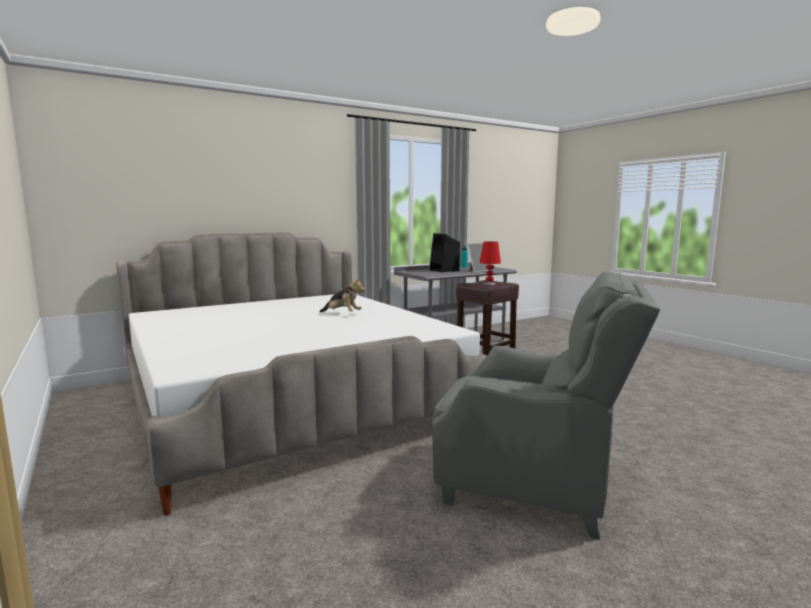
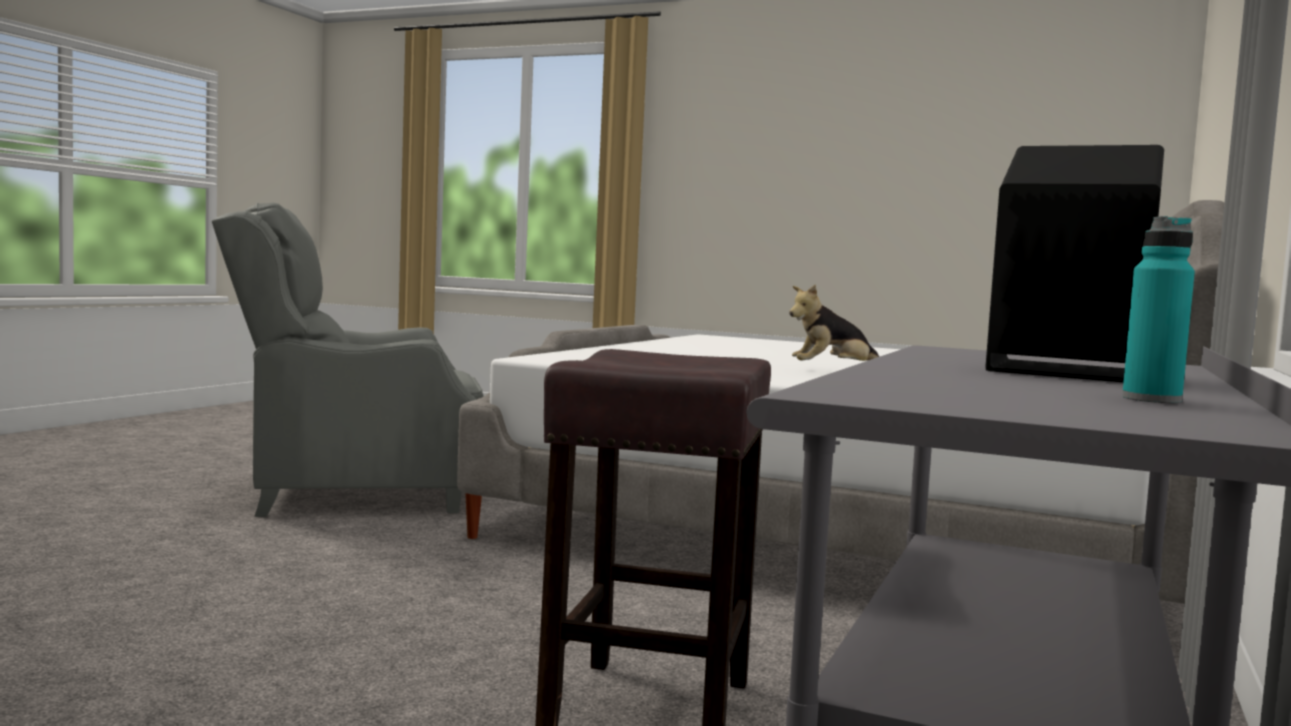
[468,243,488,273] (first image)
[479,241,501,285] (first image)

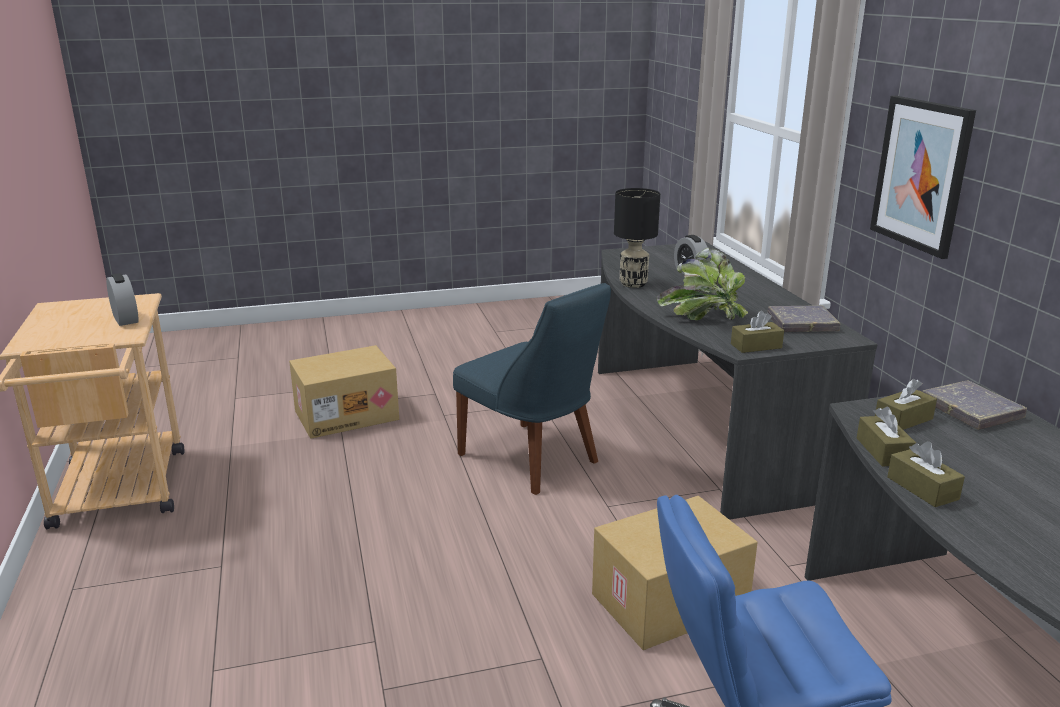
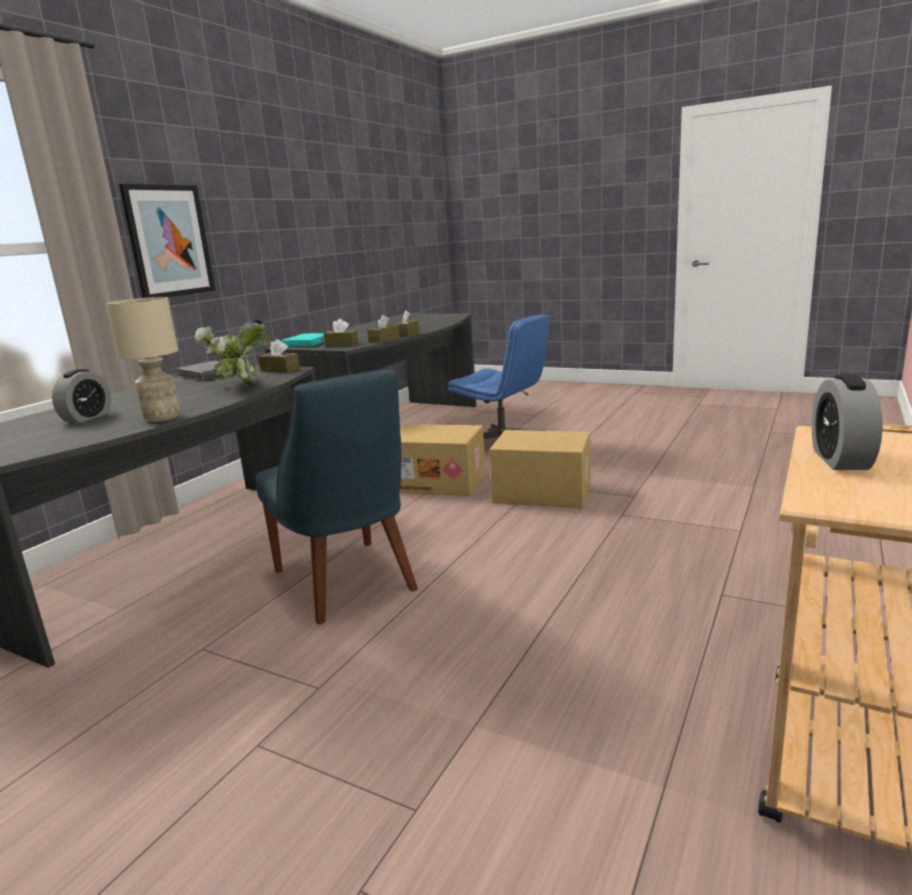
[106,297,180,422]
[256,369,418,624]
[281,333,324,347]
[489,430,591,508]

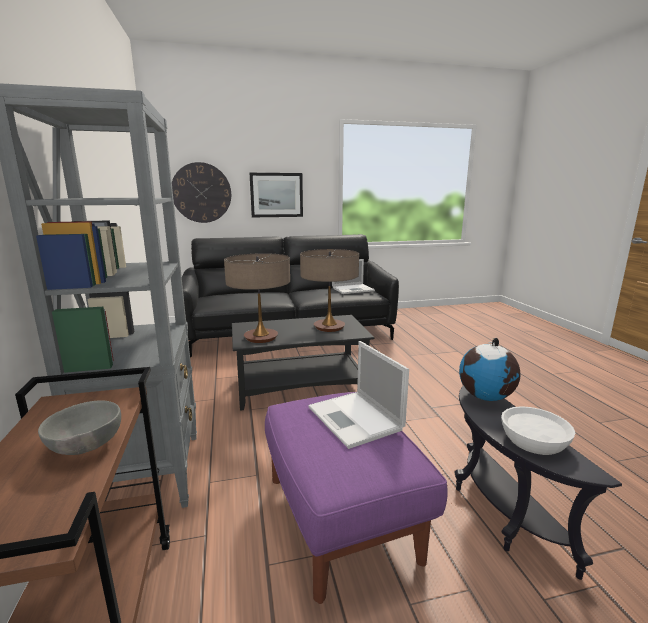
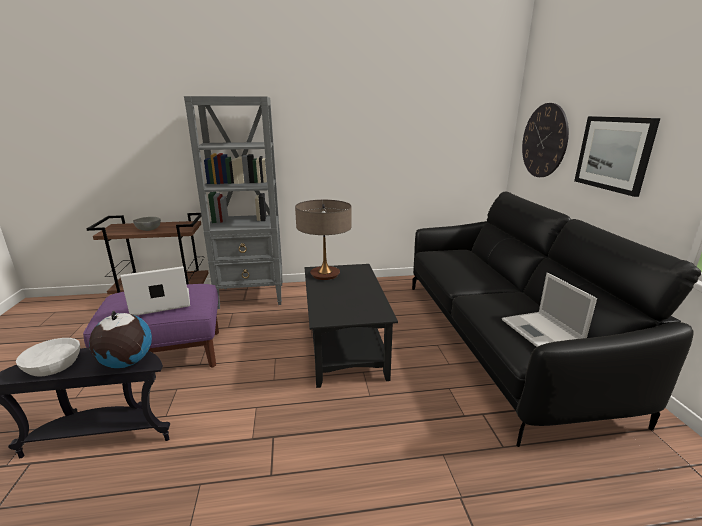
[300,249,359,332] (first image)

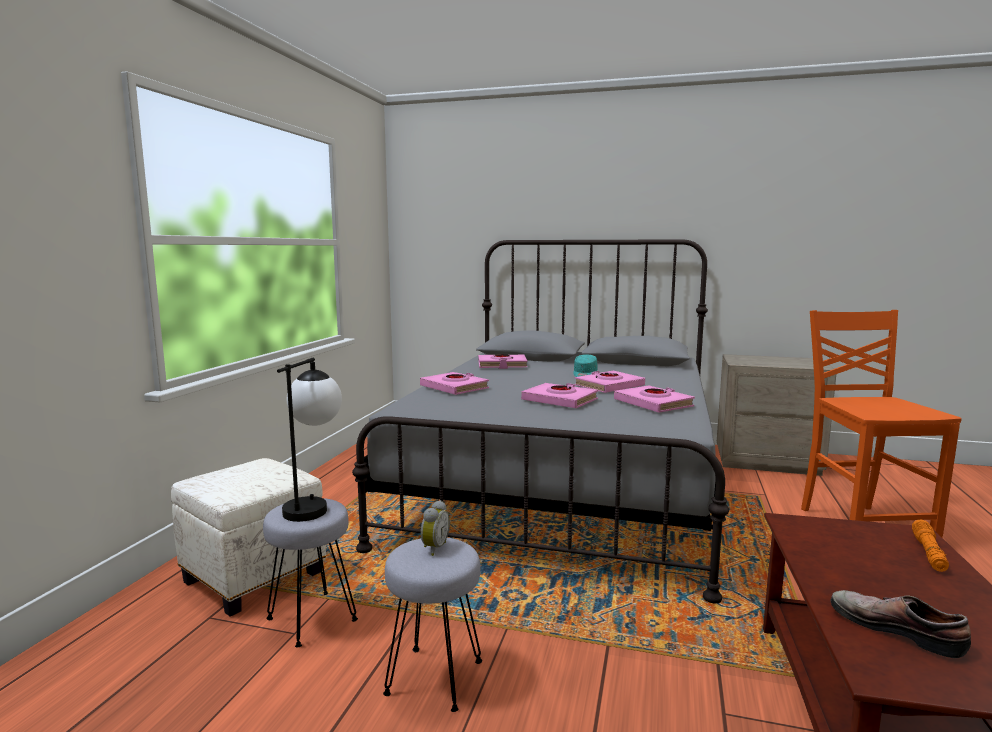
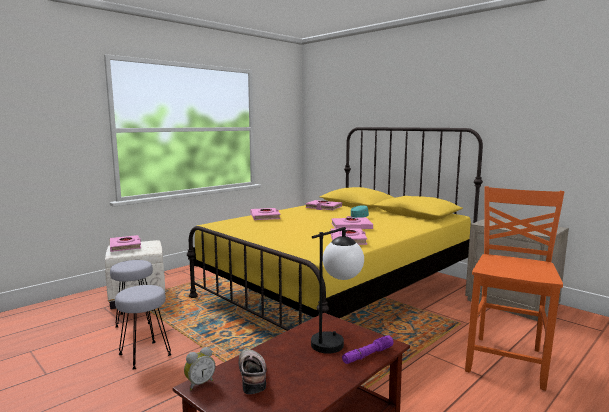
[110,235,141,252]
[184,347,215,390]
[187,127,483,331]
[311,227,364,354]
[342,335,394,364]

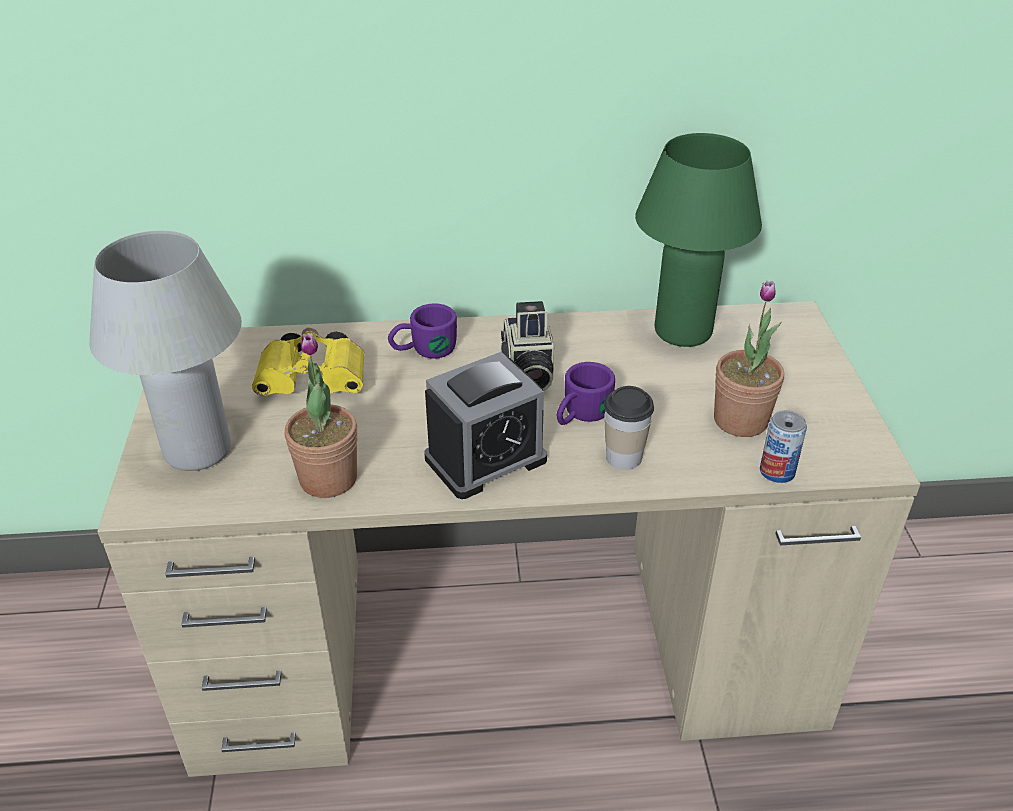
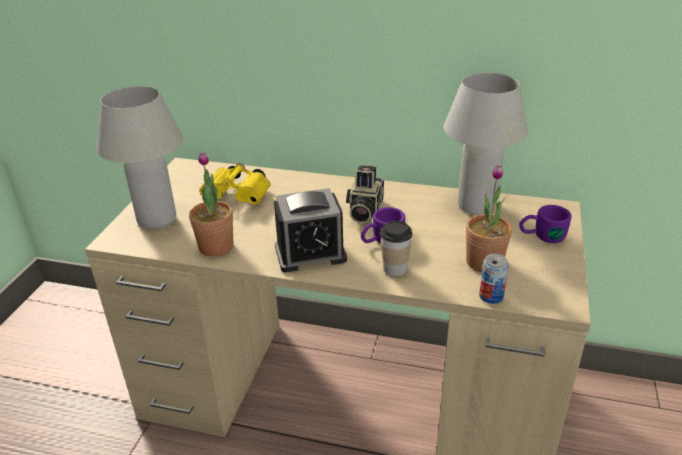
[444,72,528,215]
[519,205,572,243]

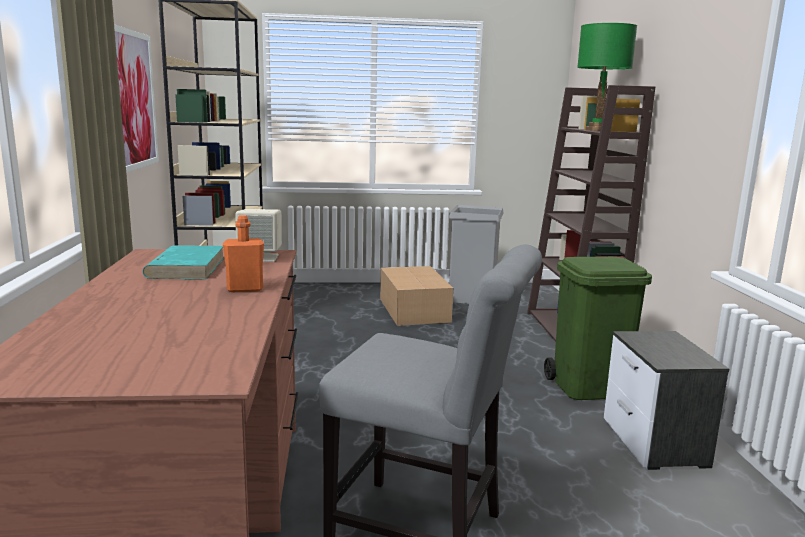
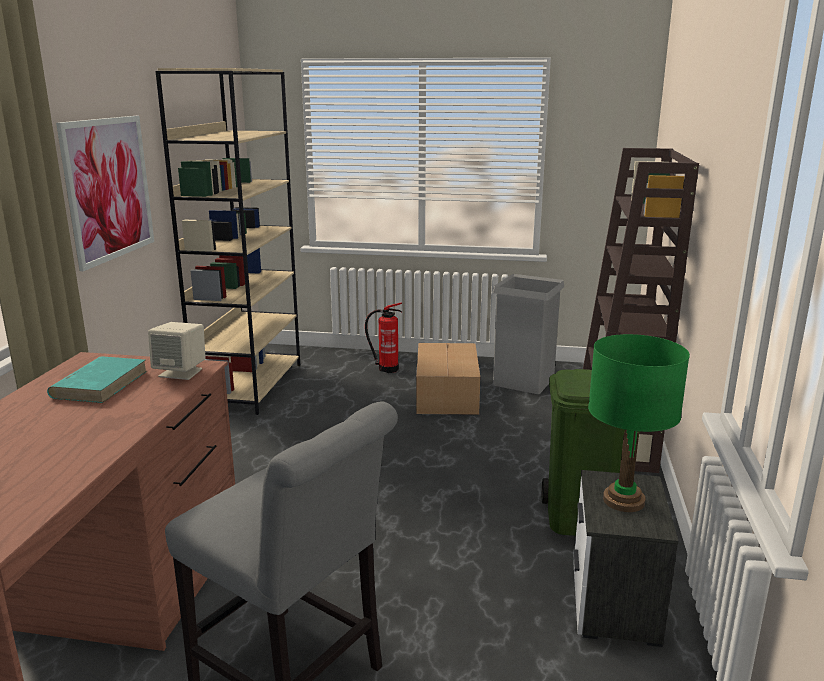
[365,303,402,373]
[588,334,690,512]
[223,215,264,292] (first image)

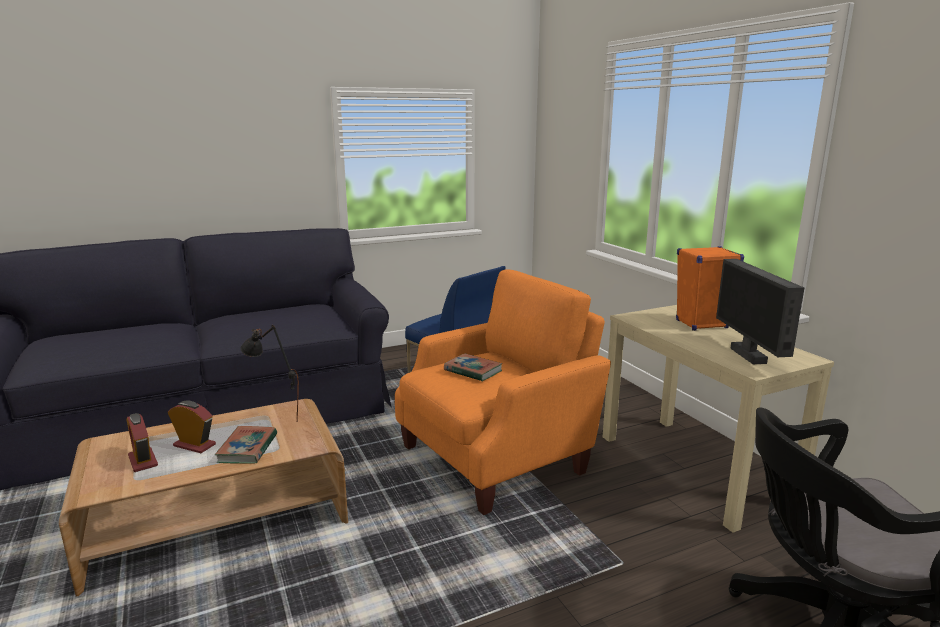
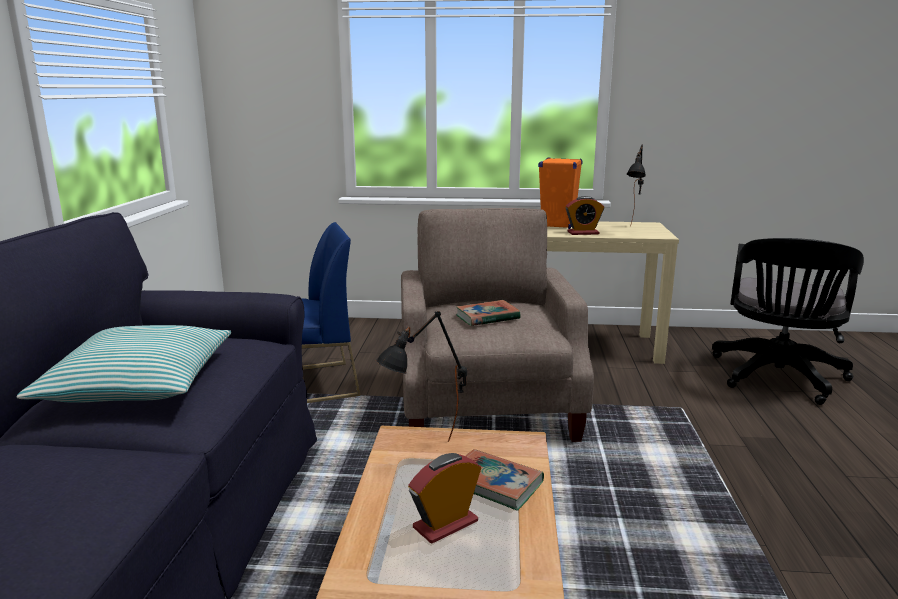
[16,325,231,403]
[401,208,594,442]
[566,196,604,235]
[627,144,646,227]

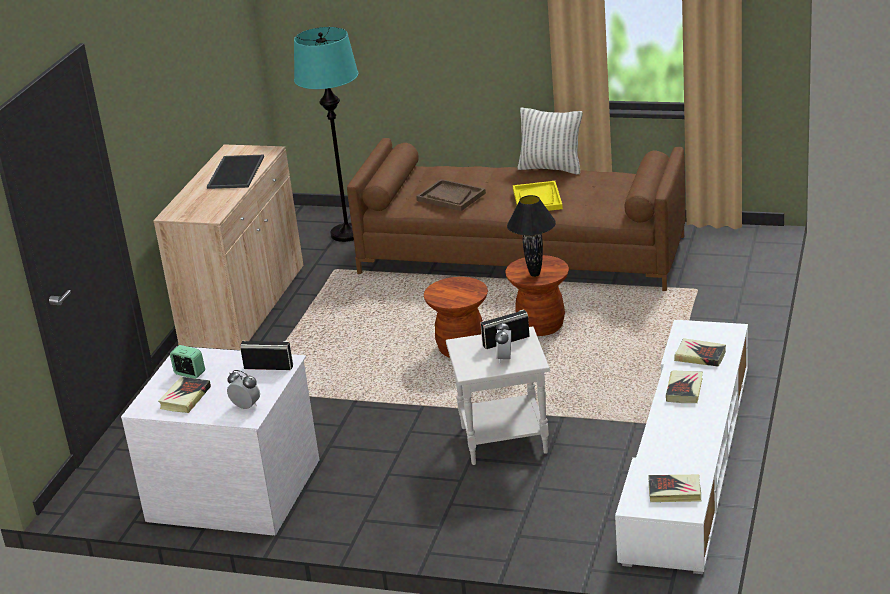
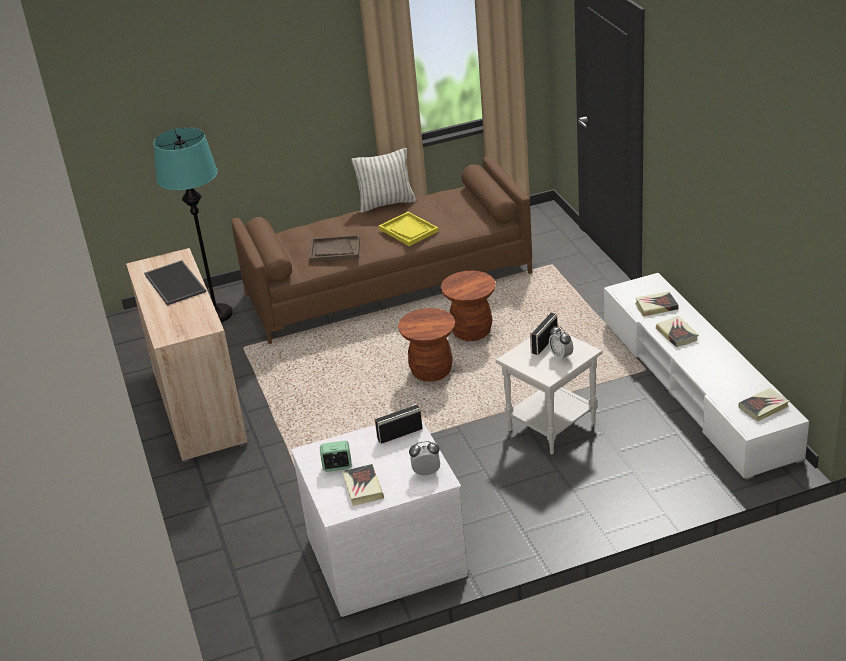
[507,195,556,277] (first image)

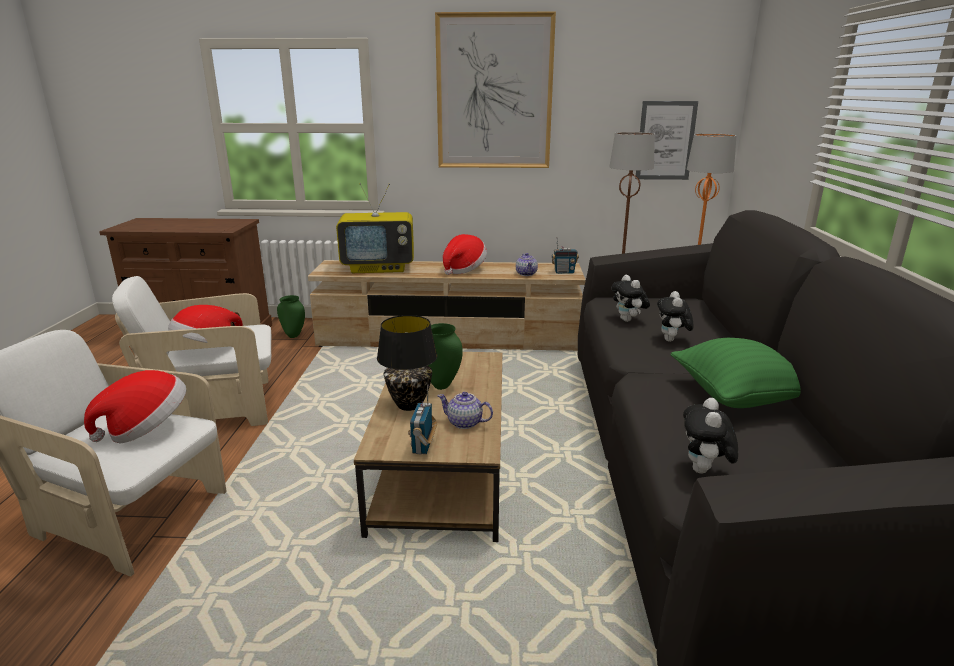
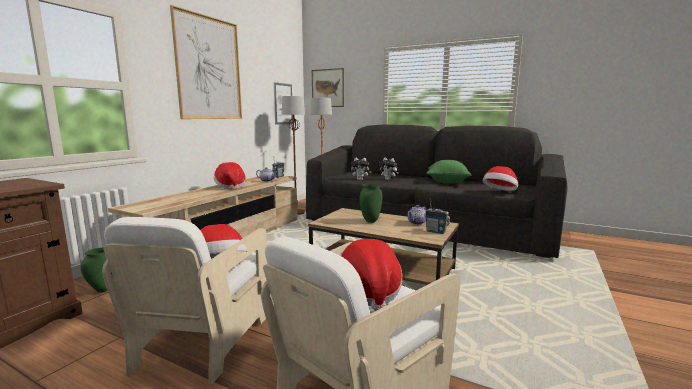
[312,68,344,107]
[483,166,518,191]
[336,183,414,273] (first image)
[377,315,437,411] (first image)

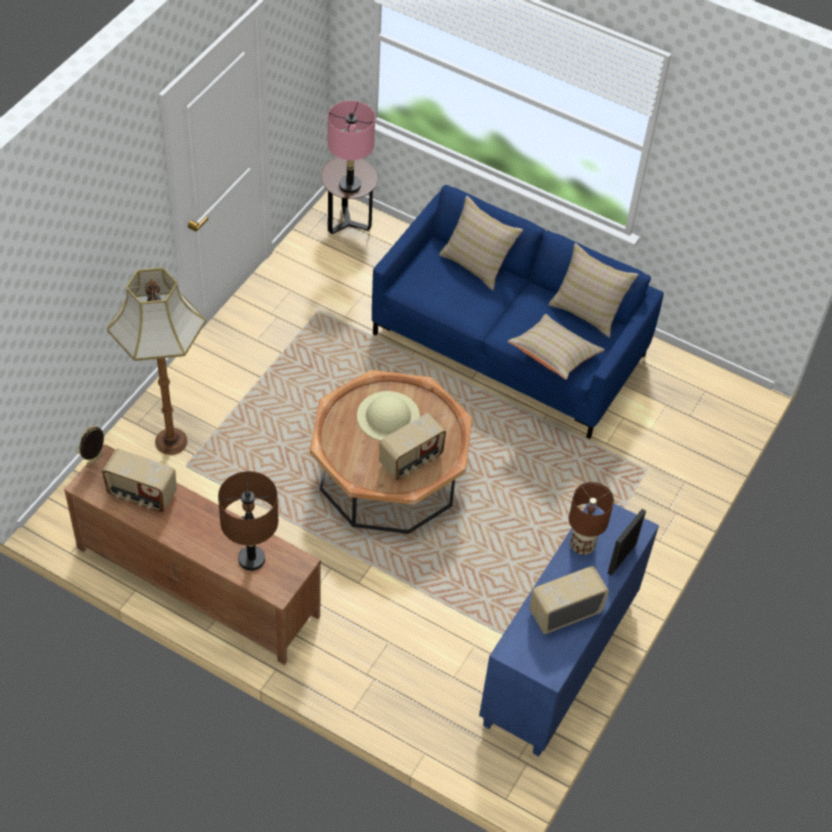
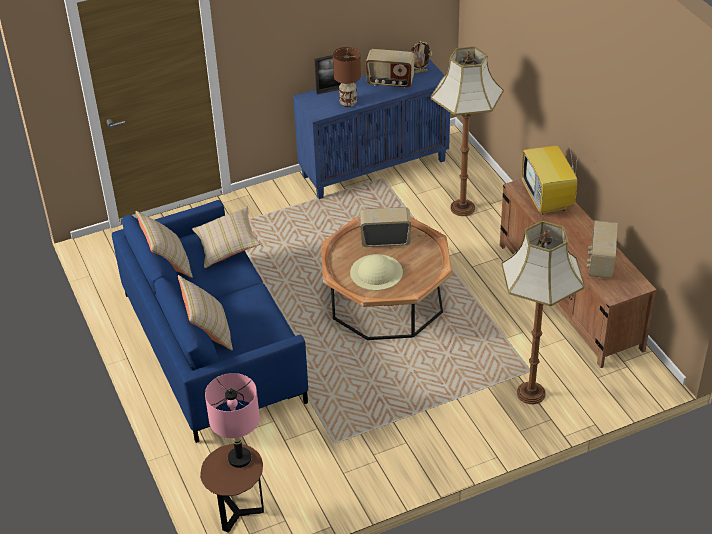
[411,41,432,74]
[431,46,504,216]
[521,141,579,215]
[587,220,618,278]

